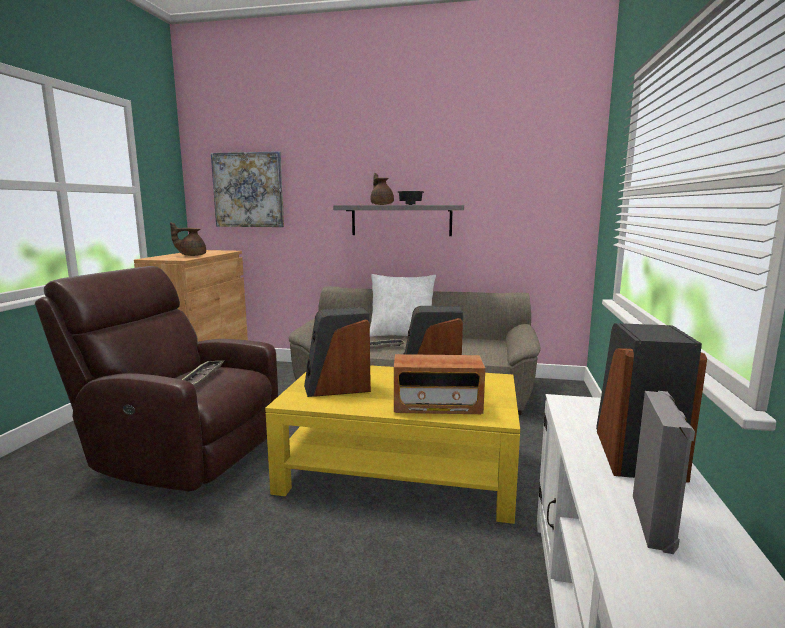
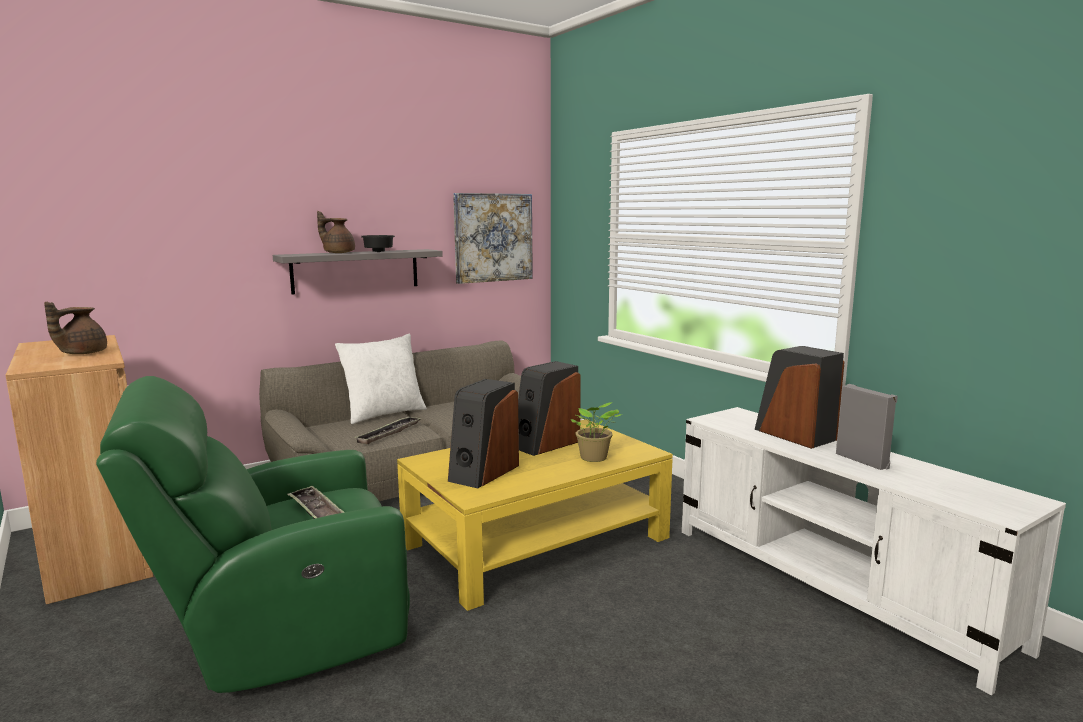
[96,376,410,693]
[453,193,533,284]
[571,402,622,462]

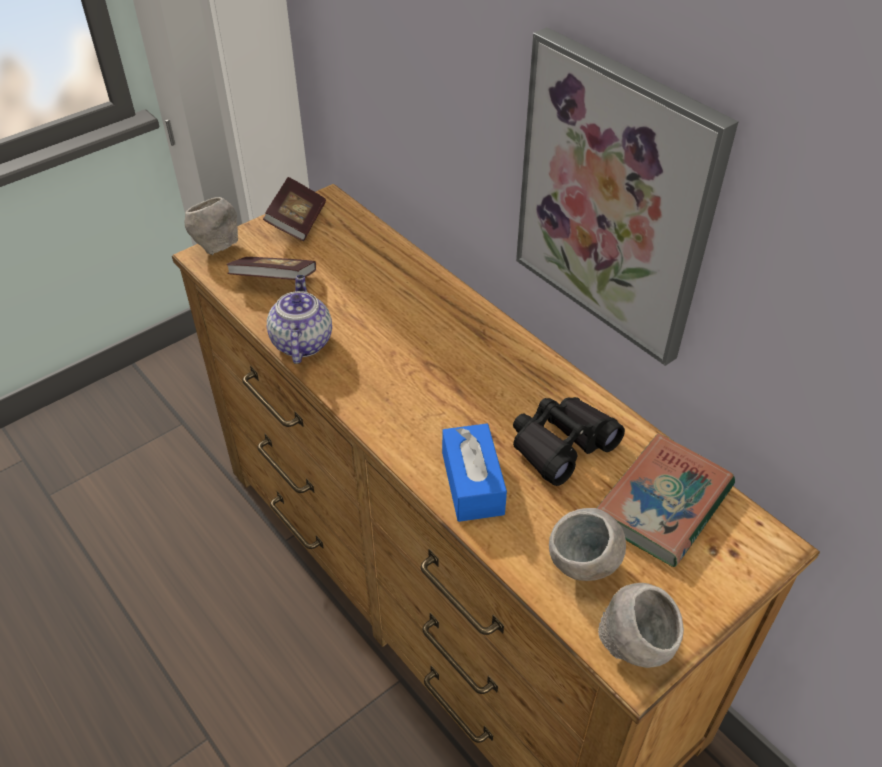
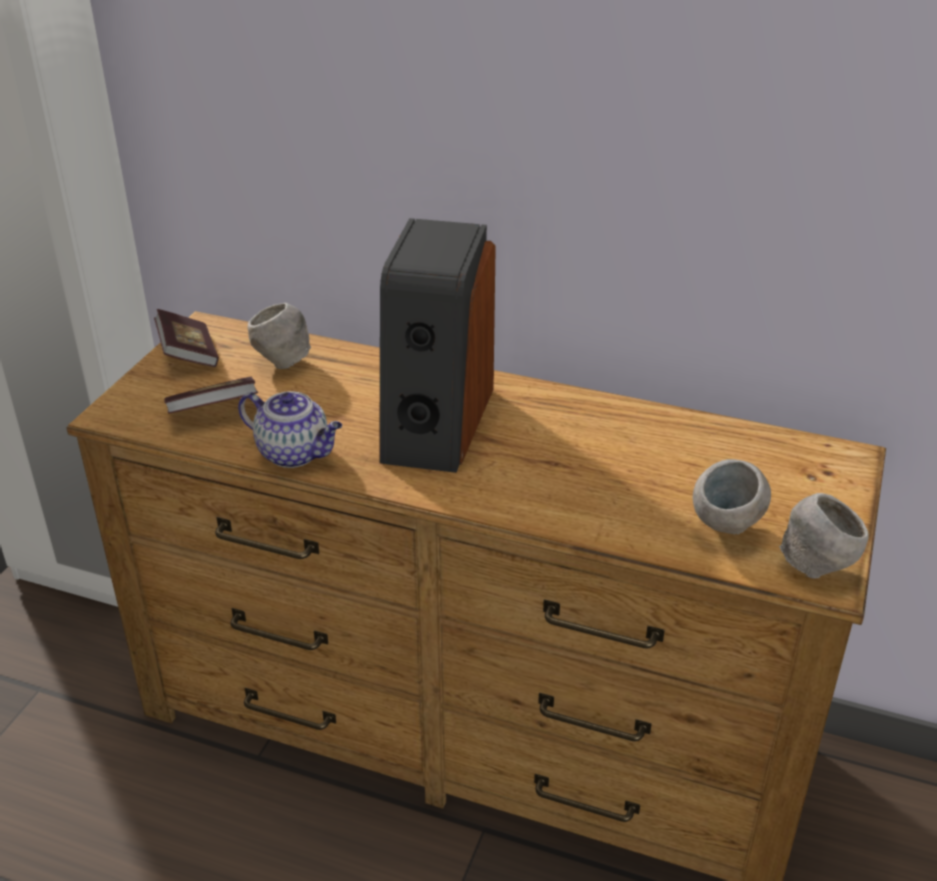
[238,391,342,468]
[248,303,311,369]
[379,218,496,473]
[442,424,507,522] (first image)
[513,397,625,486] (first image)
[516,27,739,366] (first image)
[597,434,735,567] (first image)

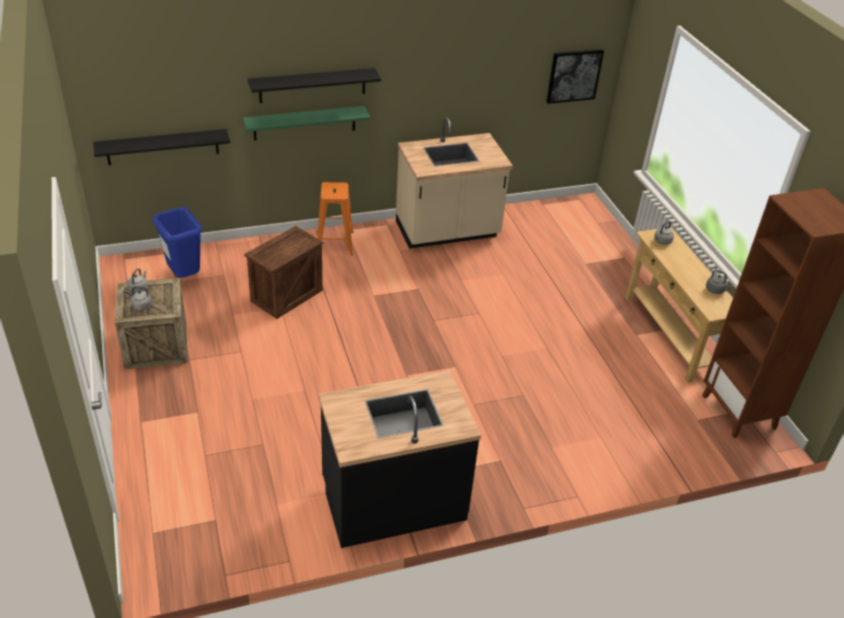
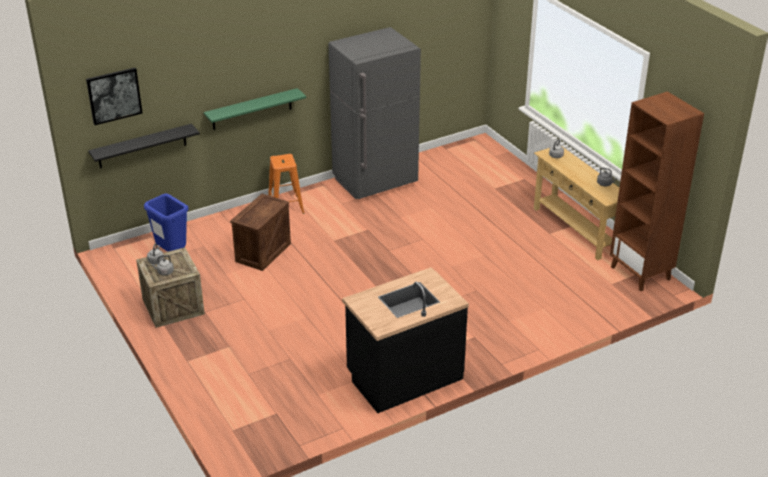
[86,68,142,125]
[328,27,421,199]
[248,68,381,103] (first image)

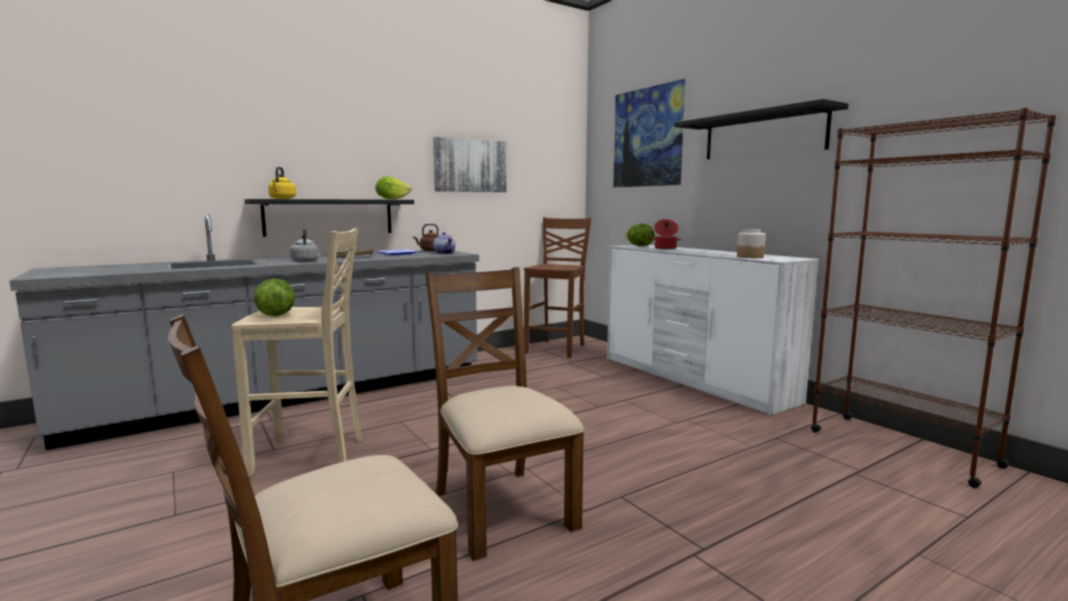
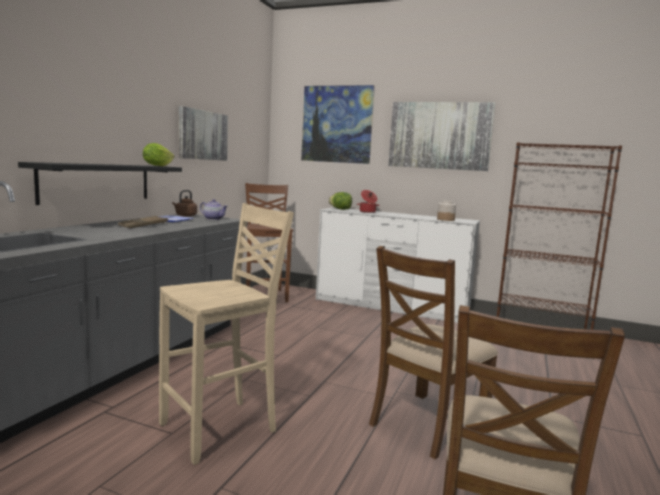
[369,246,498,459]
[388,102,495,171]
[254,279,295,316] (first image)
[268,167,296,199] (first image)
[290,228,319,262] (first image)

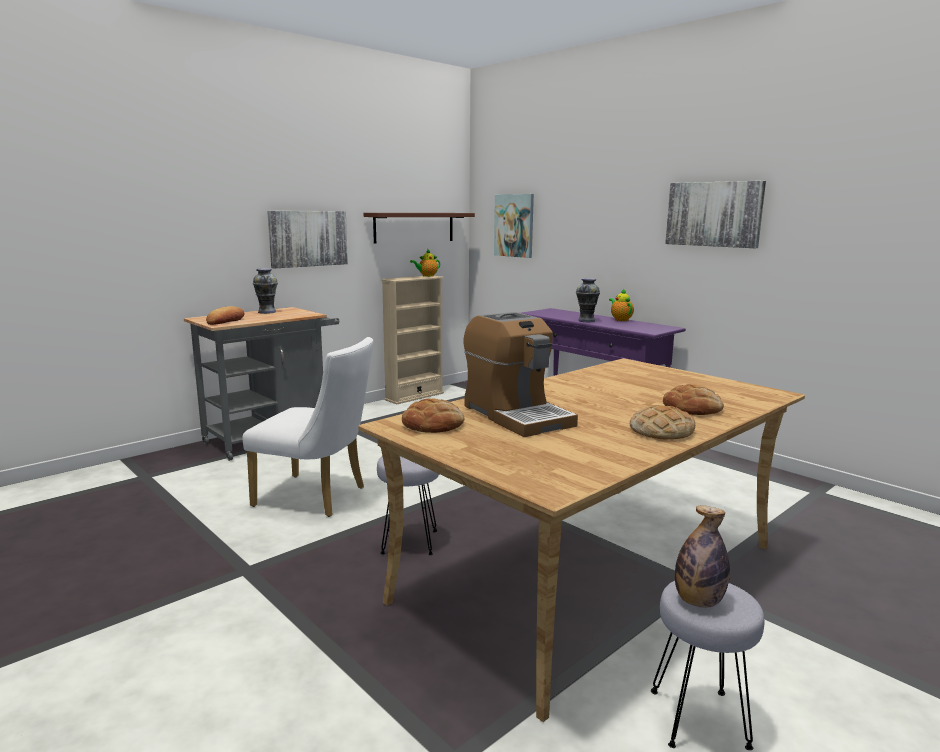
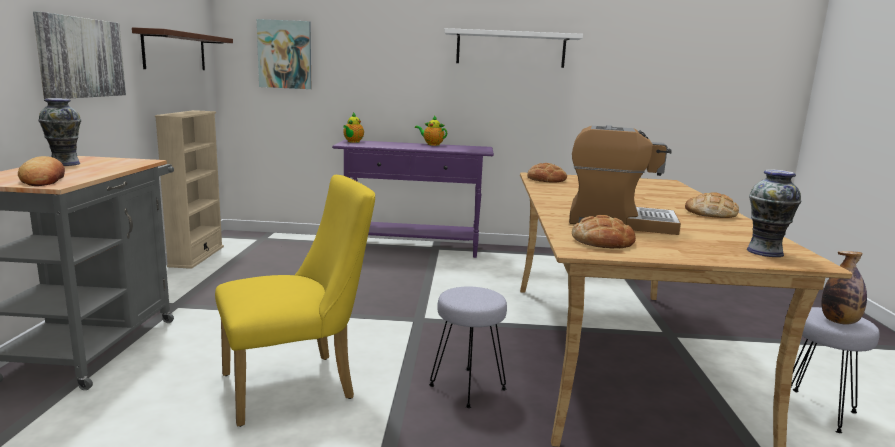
[215,175,375,427]
[343,112,364,143]
[444,28,583,68]
[527,163,567,182]
[747,169,802,257]

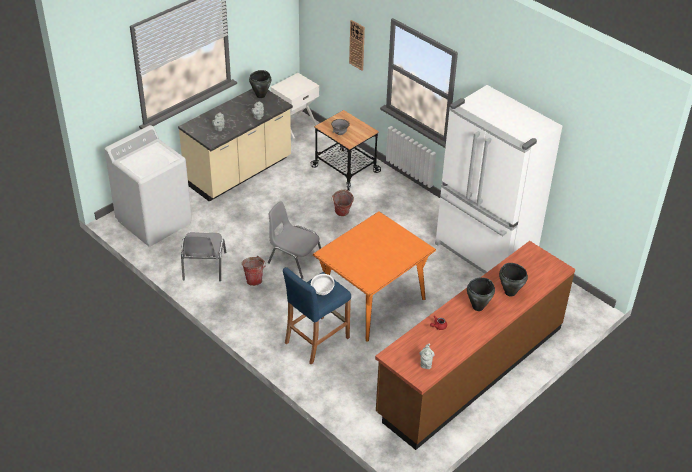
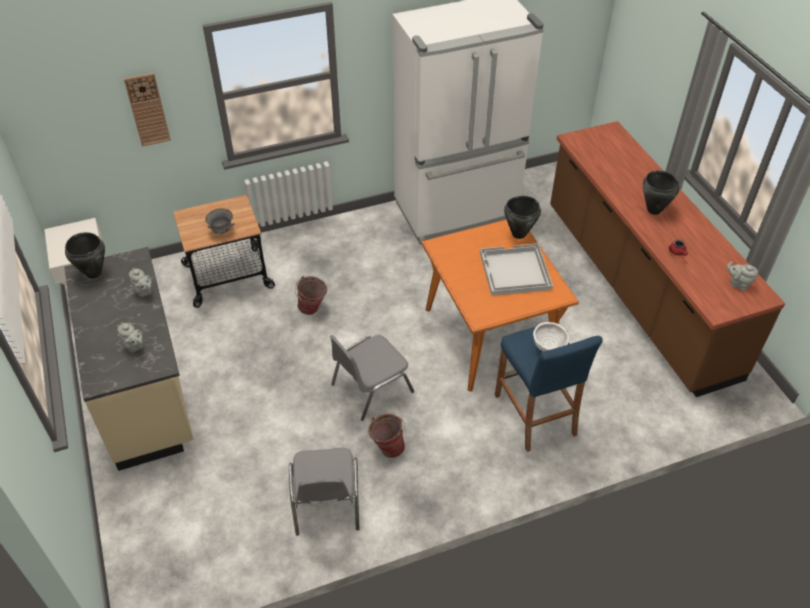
[289,448,359,536]
[480,243,553,296]
[504,196,541,239]
[104,125,192,247] (first image)

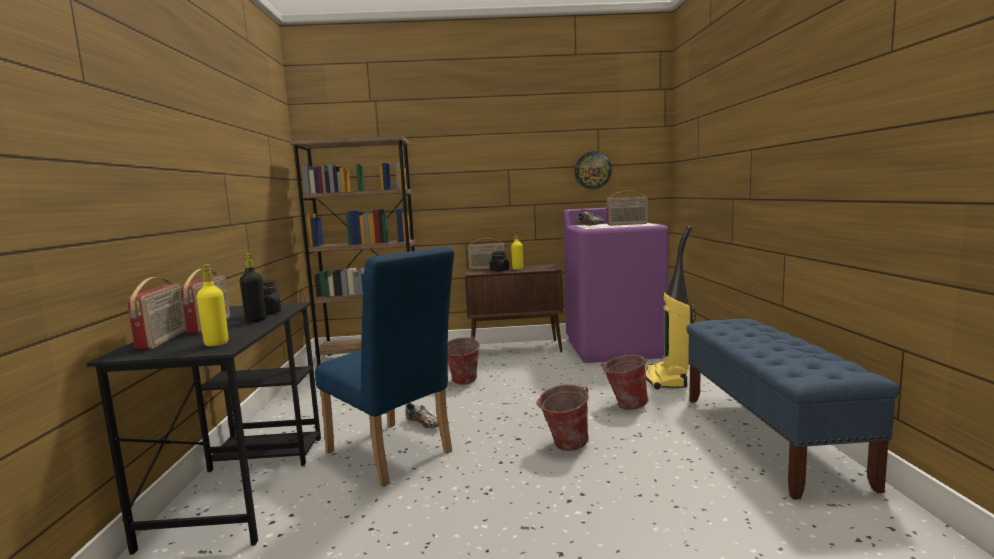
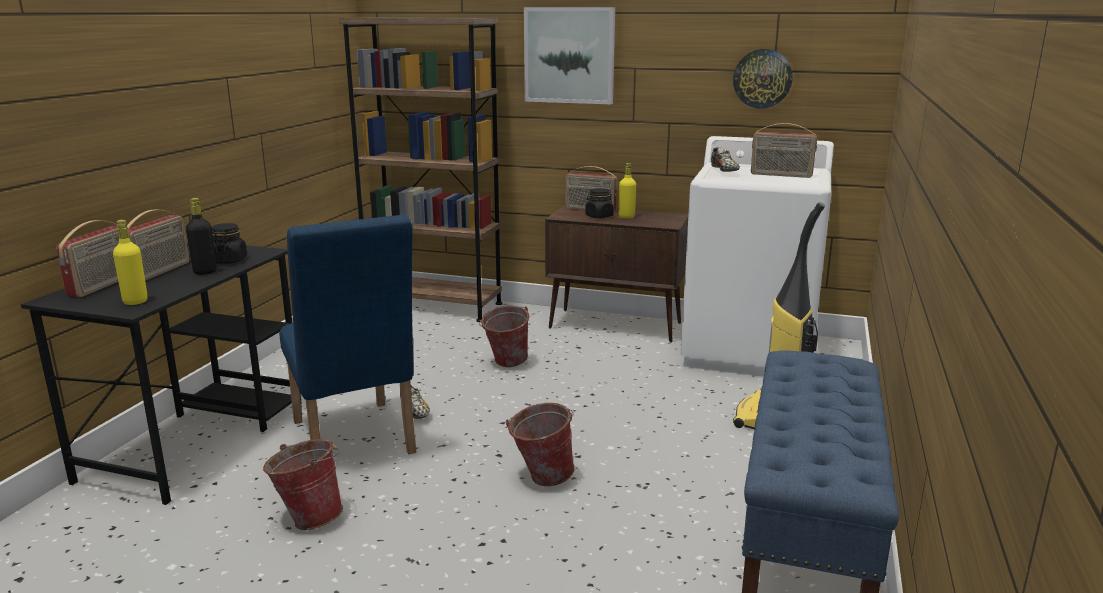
[263,439,343,530]
[524,7,615,104]
[681,136,834,377]

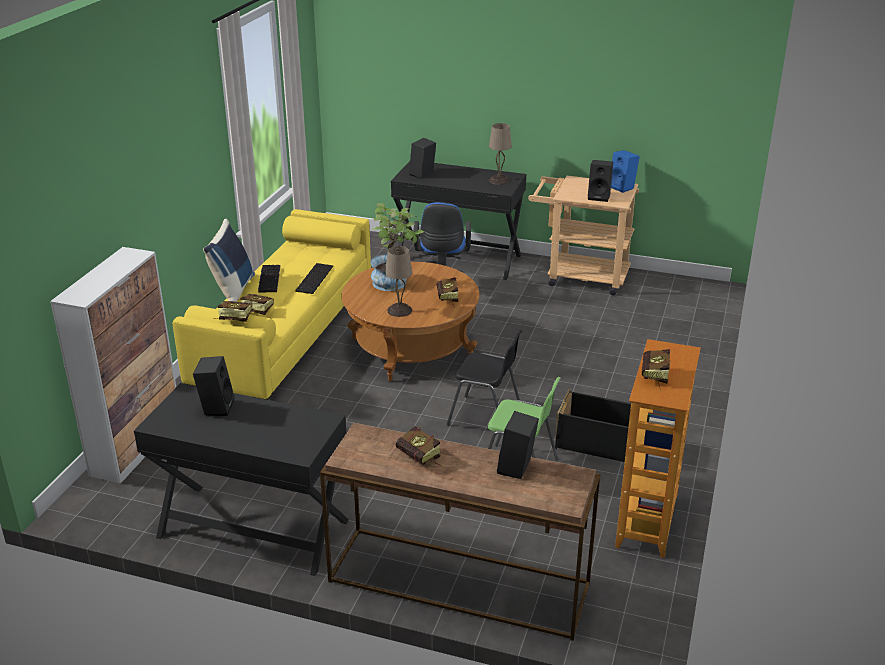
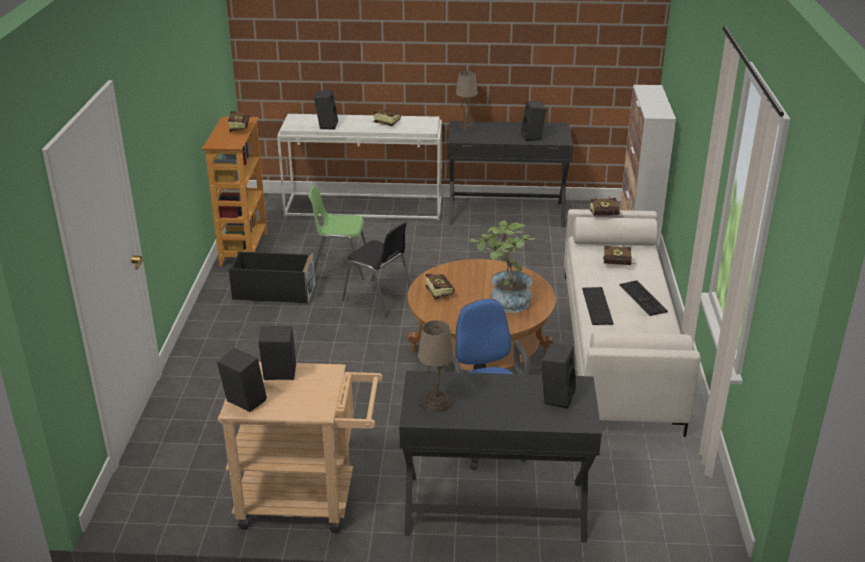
[217,348,267,412]
[277,114,442,220]
[342,222,411,317]
[456,71,478,130]
[564,209,701,437]
[203,219,255,302] (first image)

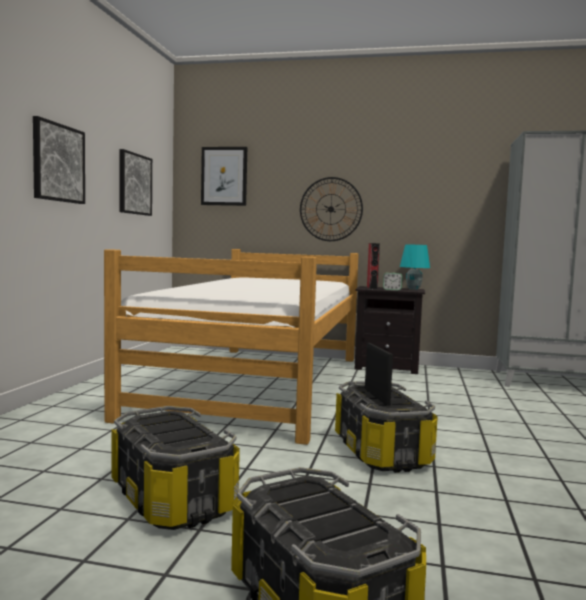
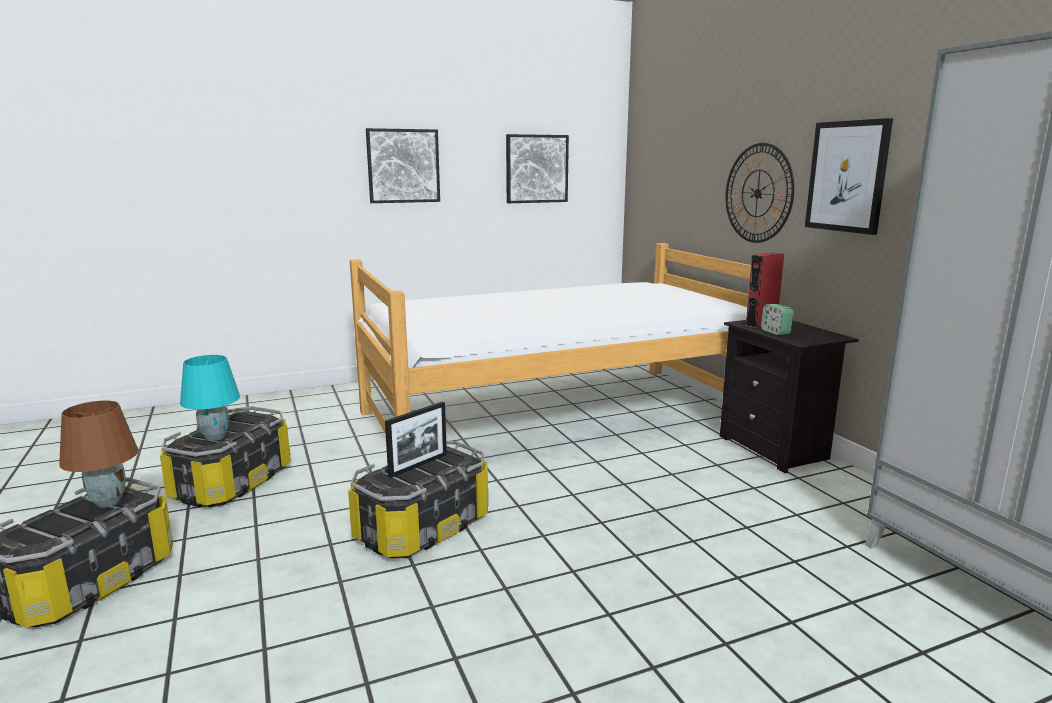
[59,401,139,508]
[180,355,240,441]
[805,118,893,235]

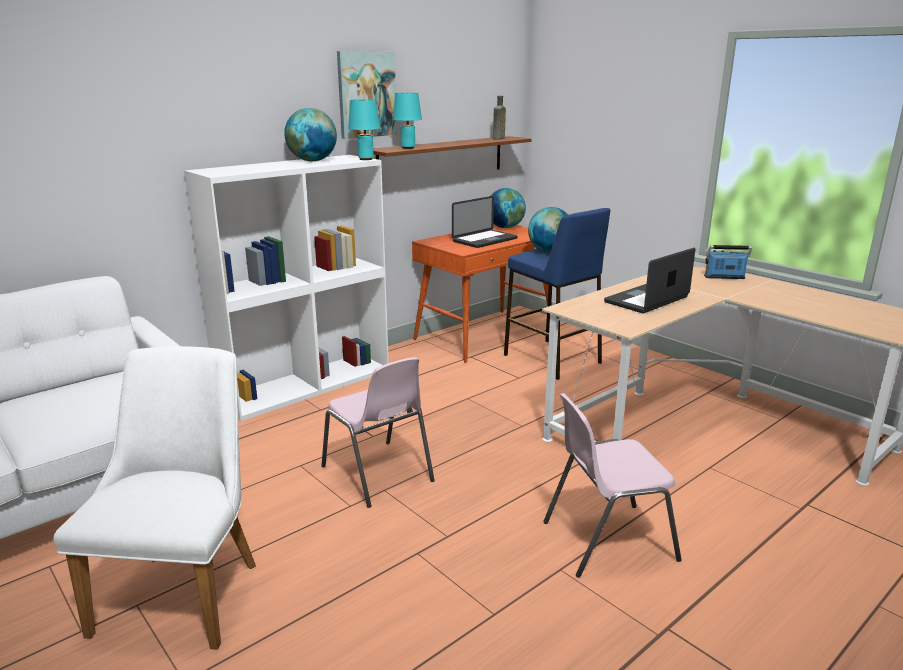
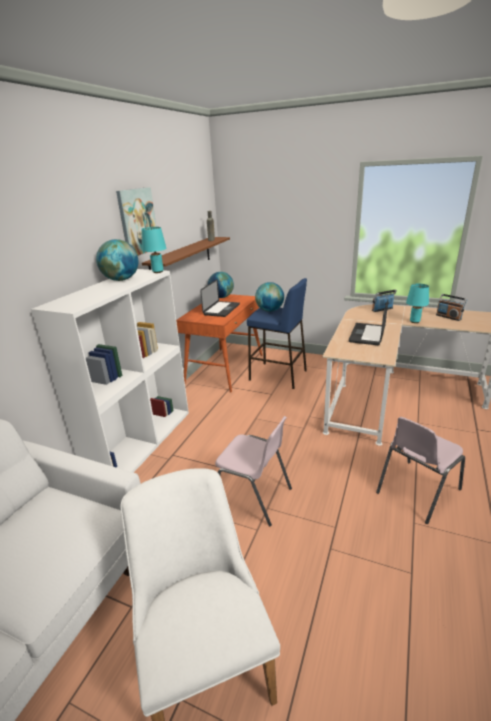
[406,284,429,323]
[436,294,467,321]

